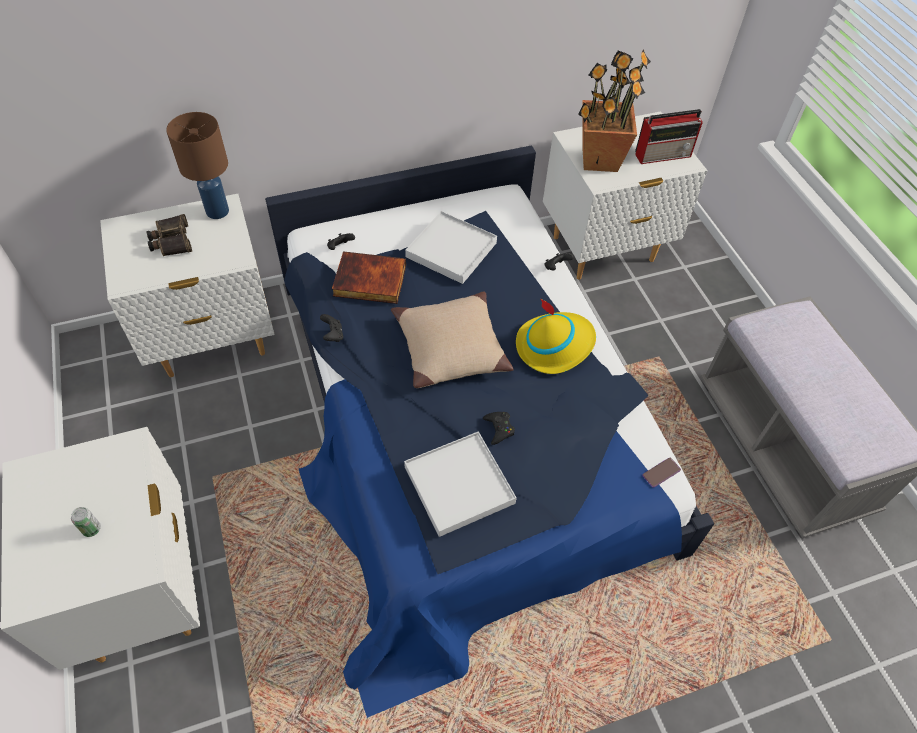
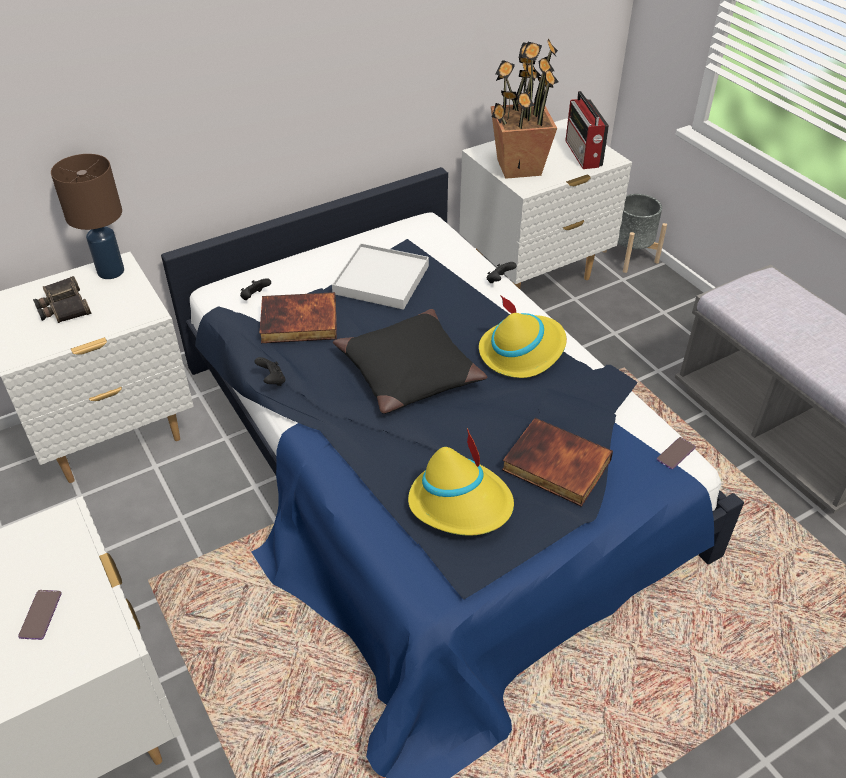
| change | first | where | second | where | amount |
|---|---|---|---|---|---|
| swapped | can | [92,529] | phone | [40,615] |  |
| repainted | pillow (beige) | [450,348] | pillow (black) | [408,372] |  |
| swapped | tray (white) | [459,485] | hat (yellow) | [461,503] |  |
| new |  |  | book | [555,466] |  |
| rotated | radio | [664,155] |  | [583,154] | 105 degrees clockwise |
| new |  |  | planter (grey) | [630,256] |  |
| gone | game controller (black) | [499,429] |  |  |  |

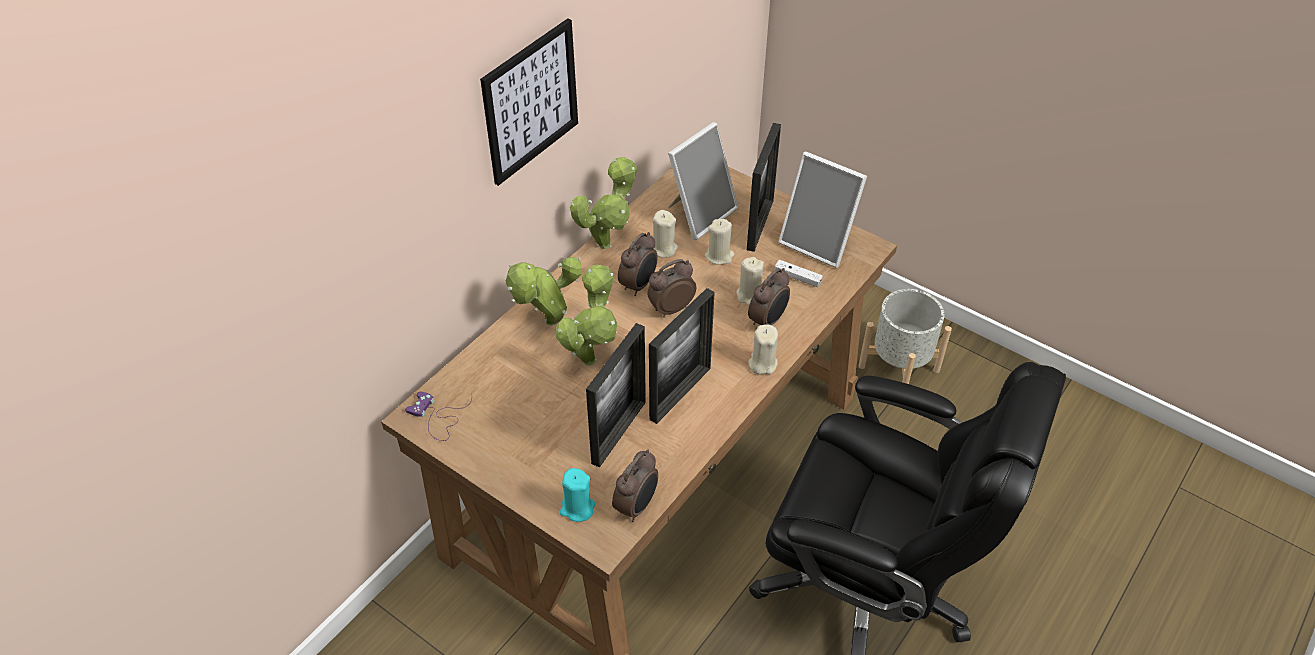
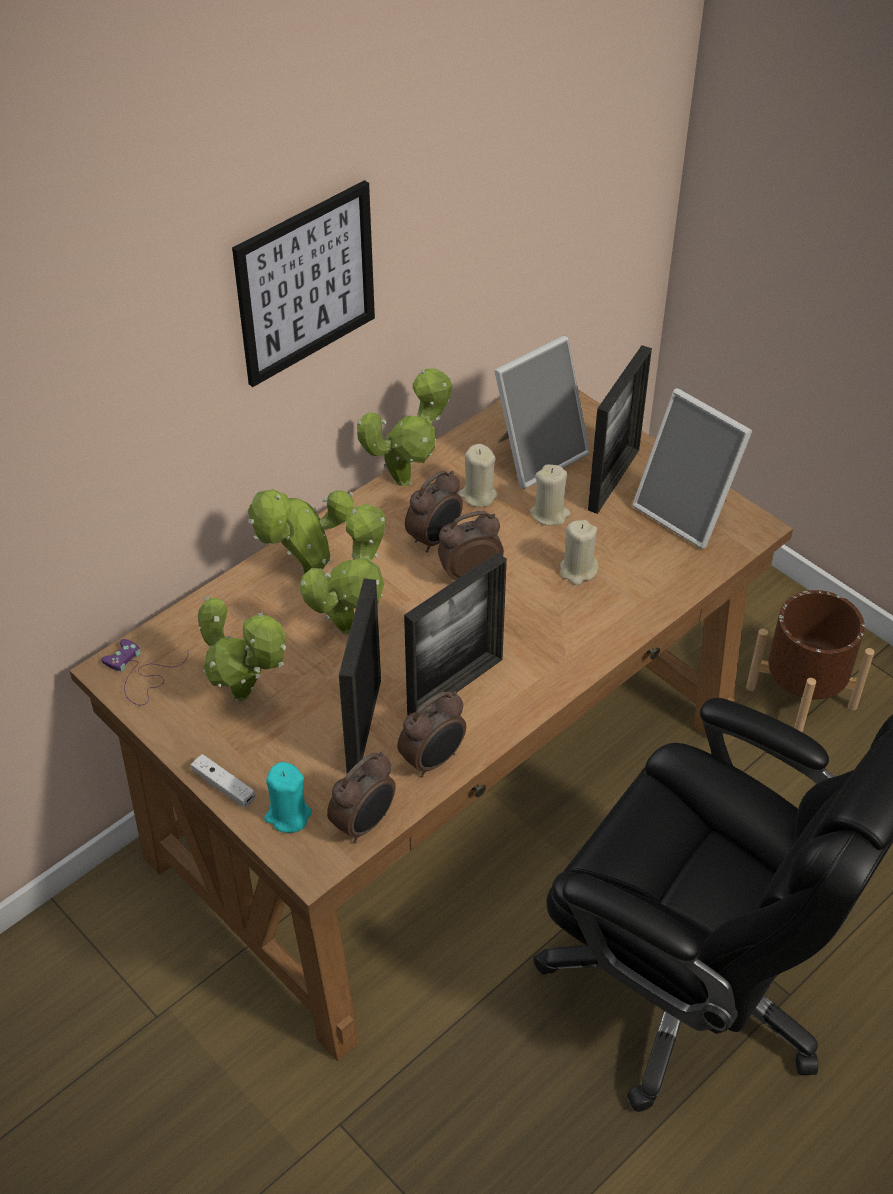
| change | first | where | second | where | amount |
|---|---|---|---|---|---|
| shifted | game controller (white) | [797,277] |  | [223,786] |  |
| new |  |  | potted plant | [246,697] |  |
| rotated | picture frame | [619,432] |  | [364,726] | 150 degrees clockwise |
| shifted | alarm clock | [768,321] |  | [434,760] |  |
| repainted | planter (grey) | [898,368] | planter (brown) | [800,696] |  |
| gone | candle (beige) | [762,363] |  |  |  |

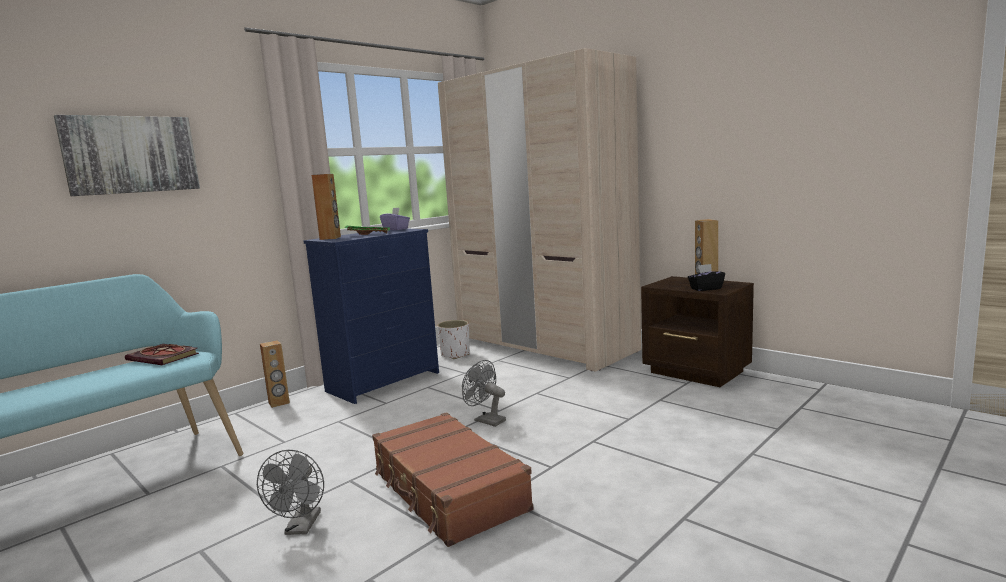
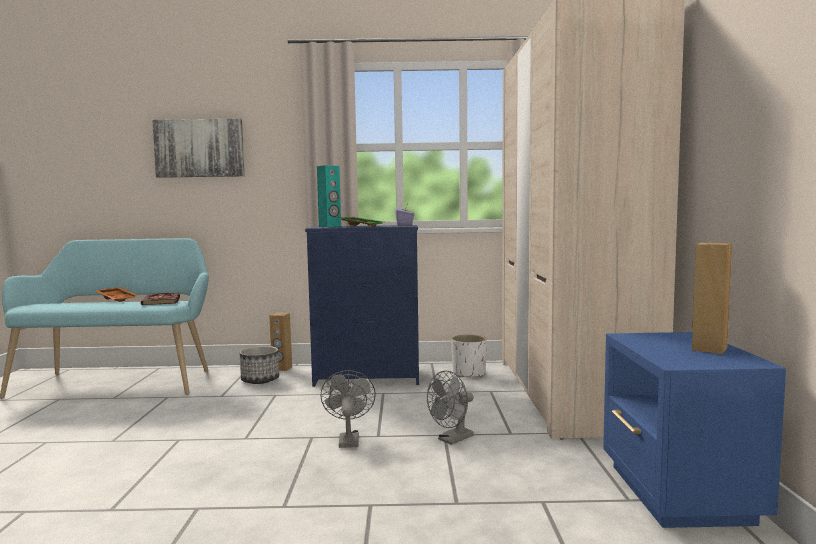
| change | first | where | second | where | amount |
|---|---|---|---|---|---|
| new |  |  | tray (orange) | [118,299] |  |
| new |  |  | planter | [260,380] |  |
| repainted | speaker (brown) | [330,238] | speaker (turquoise) | [330,226] |  |
| shifted | fan (grey) | [301,527] |  | [452,440] |  |
| repainted | nightstand (brown) | [697,372] | nightstand (blue) | [677,494] |  |
| gone | suitcase (brown) | [448,491] |  |  |  |
| gone | tissue box (black) | [705,288] |  |  |  |

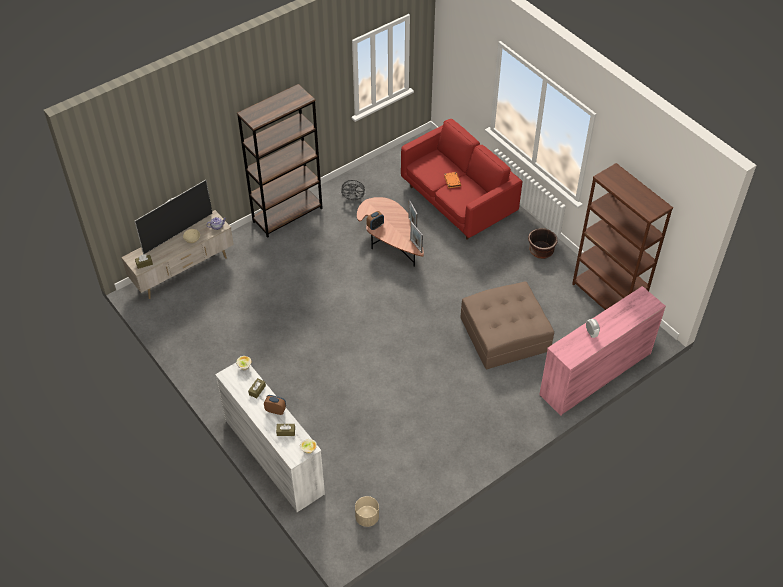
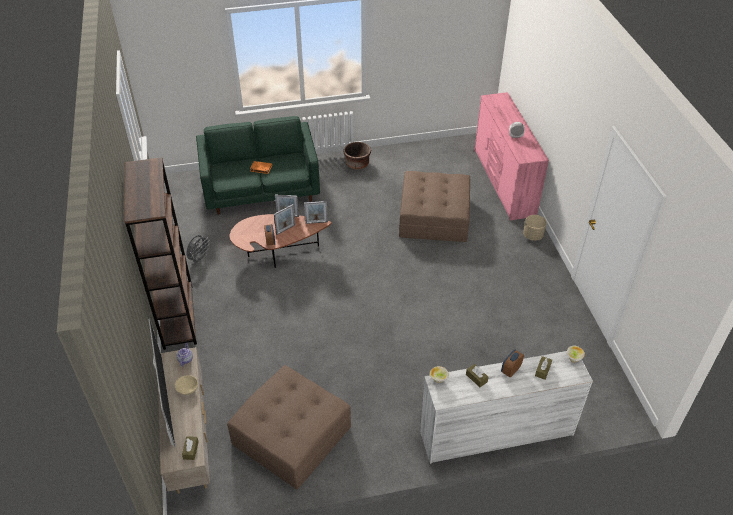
| change | first | where | second | where | amount |
|---|---|---|---|---|---|
| repainted | sofa (red) | [457,201] | sofa (green) | [261,191] |  |
| new |  |  | ottoman (brown) | [292,435] |  |
| new |  |  | picture frame | [285,229] |  |
| shifted | planter (beige) | [367,518] |  | [533,236] |  |
| gone | bookcase (brown) | [607,299] |  |  |  |

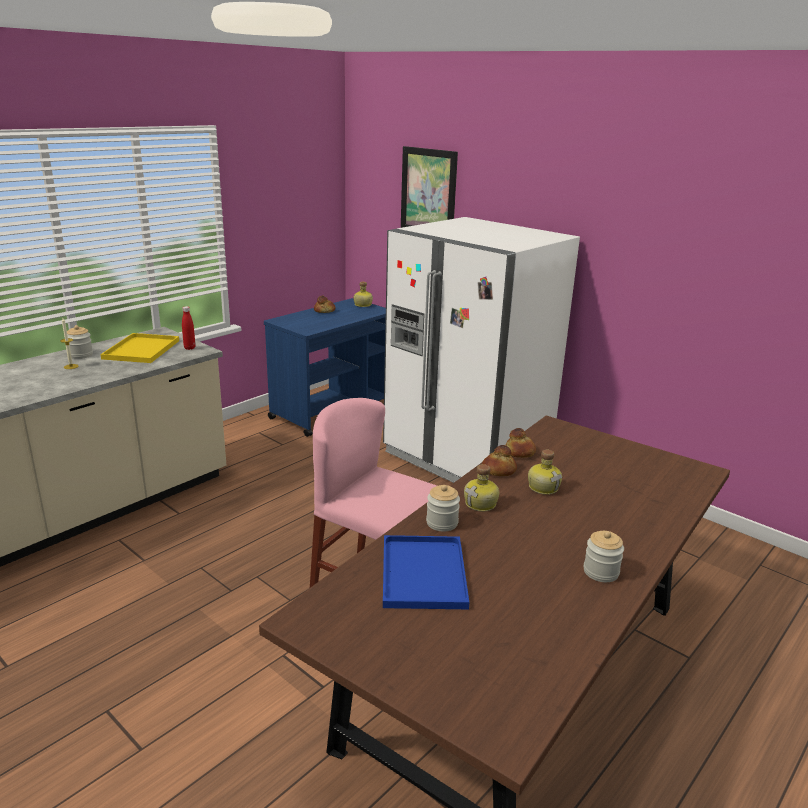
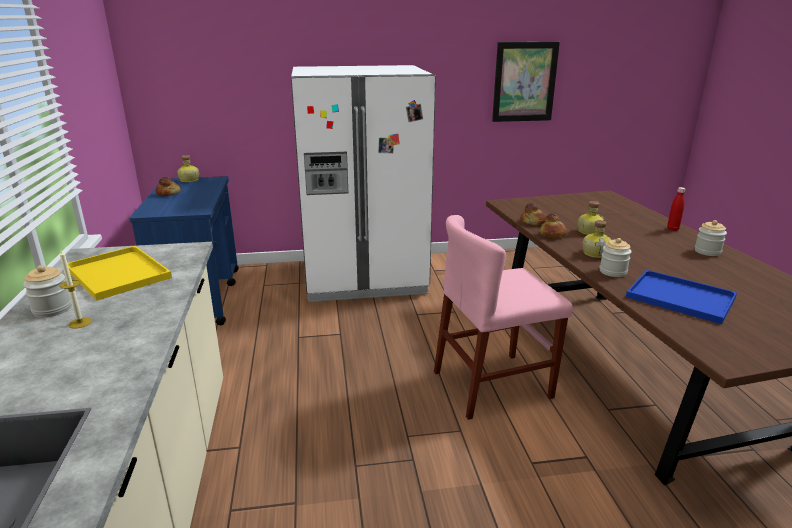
| change | first | where | second | where | amount |
|---|---|---|---|---|---|
| shifted | picture | [428,192] |  | [524,82] |  |
| shifted | bottle (red) | [189,348] |  | [672,229] |  |

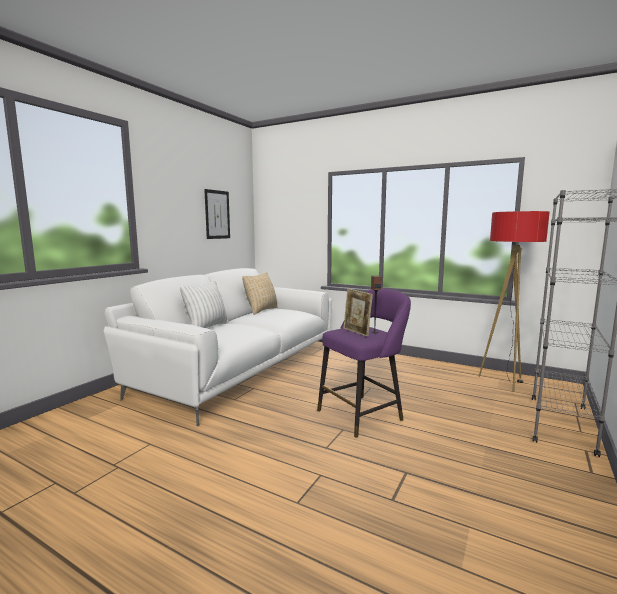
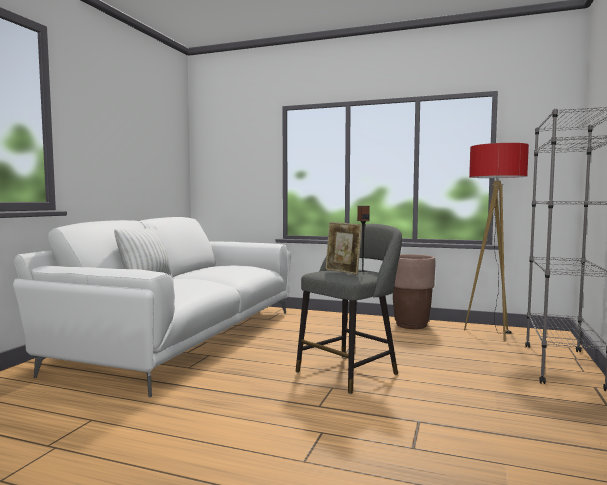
| change | first | where | second | where | amount |
|---|---|---|---|---|---|
| repainted | stool (purple) | [363,414] | stool (grey) | [350,371] |  |
| new |  |  | planter (brown) | [411,325] |  |
| gone | picture | [217,214] |  |  |  |
| gone | pillow (beige) | [261,310] |  |  |  |

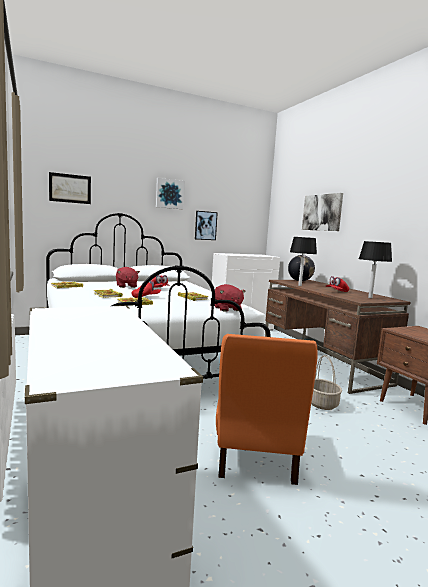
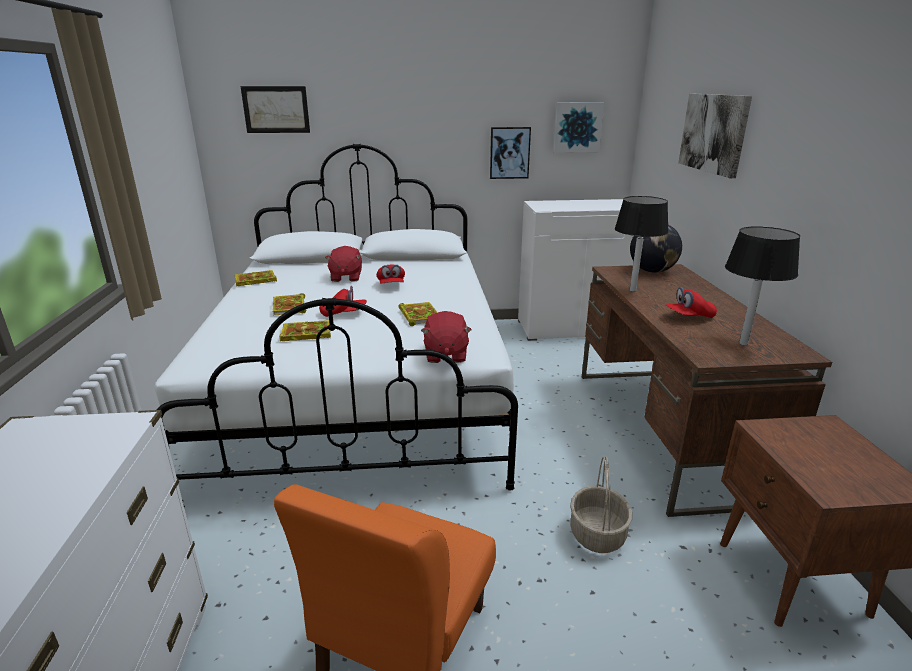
| change | first | where | second | where | amount |
|---|---|---|---|---|---|
| shifted | picture | [169,194] |  | [577,127] |  |

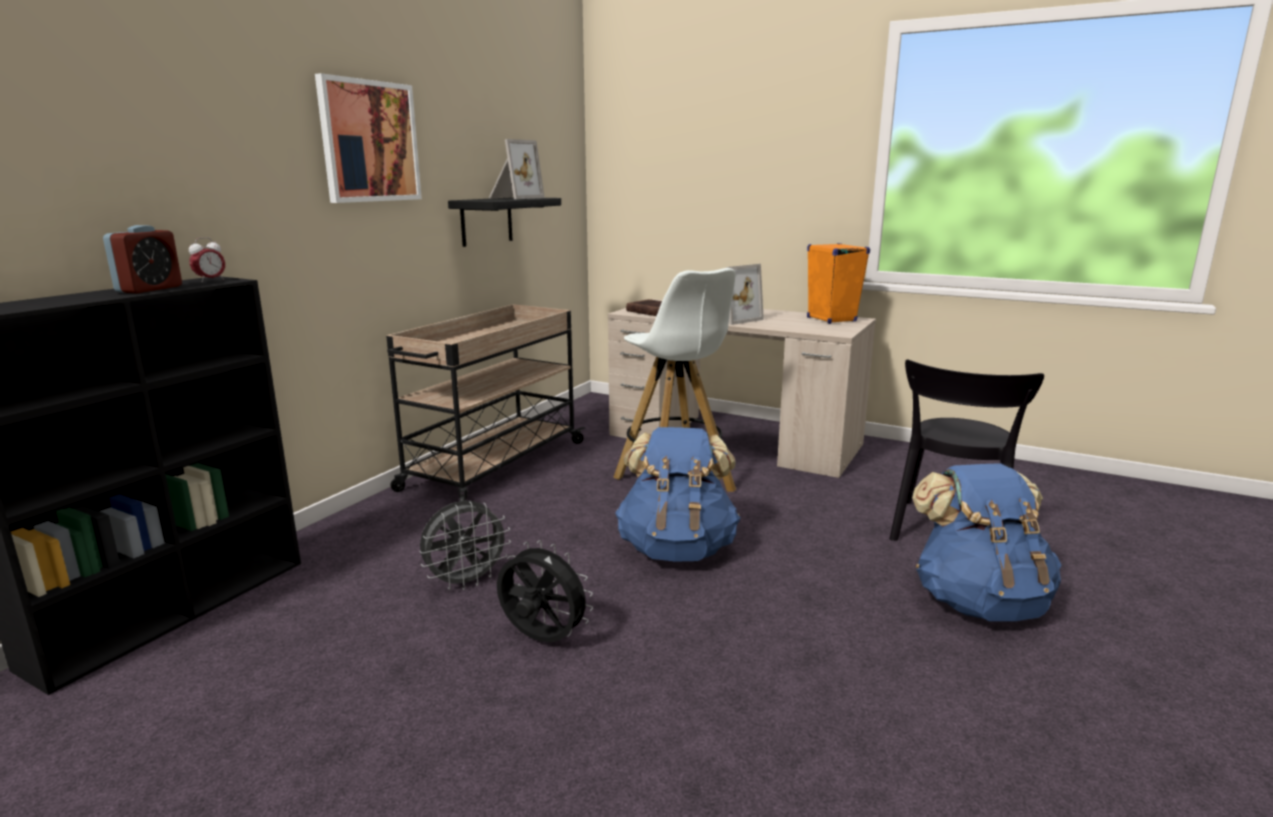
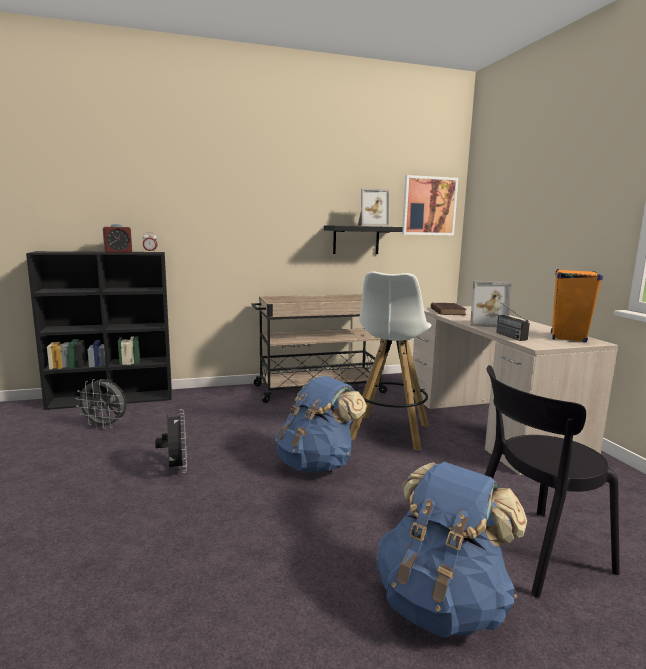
| change | first | where | second | where | amount |
|---|---|---|---|---|---|
| shifted | fan (grey) | [466,582] |  | [105,426] |  |
| shifted | picture | [369,141] |  | [429,206] |  |
| new |  |  | radio | [504,334] |  |

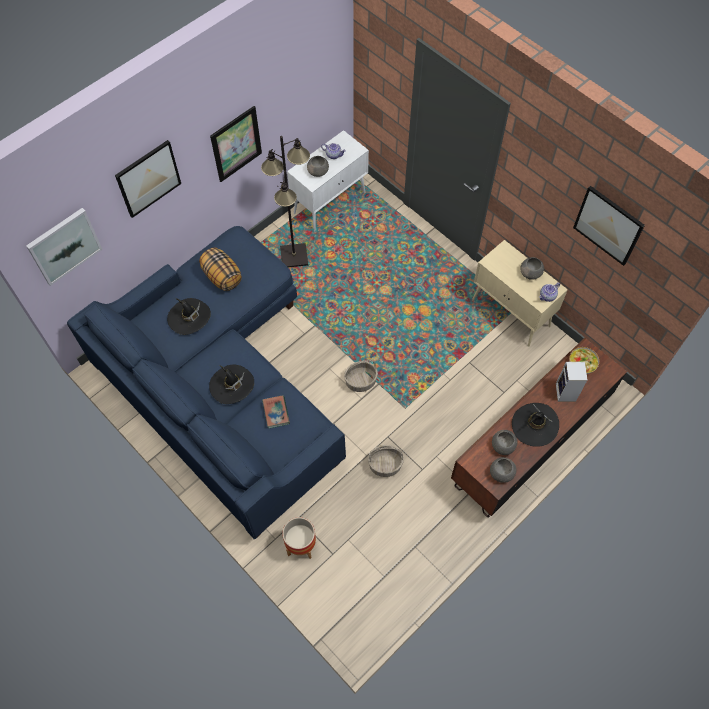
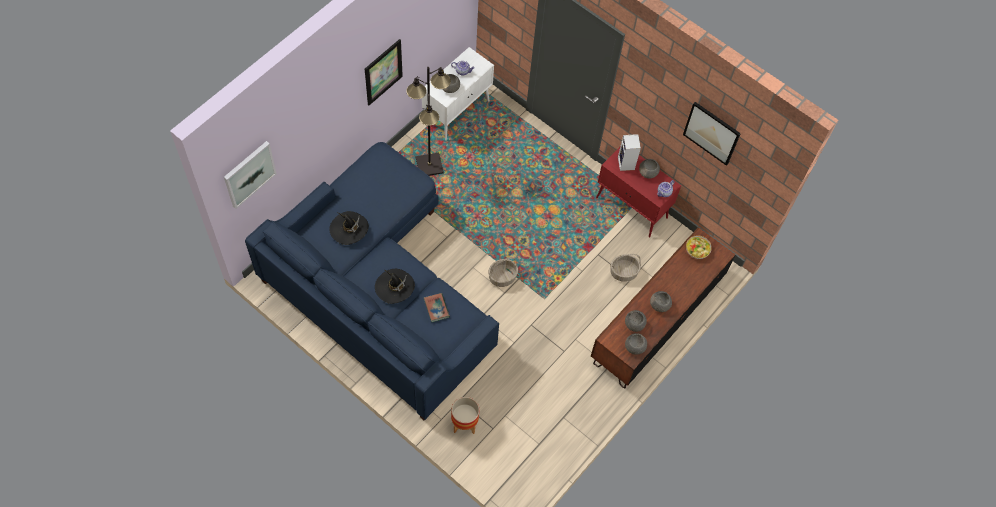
| change | first | where | second | where | amount |
|---|---|---|---|---|---|
| repainted | cabinet (beige) | [511,313] | cabinet (red) | [632,208] |  |
| shifted | basket | [384,465] |  | [623,272] |  |
| shifted | speaker | [566,393] |  | [626,164] |  |
| swapped | hat (black) | [534,425] | bowl (grey) | [660,305] |  |
| gone | picture | [148,178] |  |  |  |
| gone | pillow | [222,277] |  |  |  |

